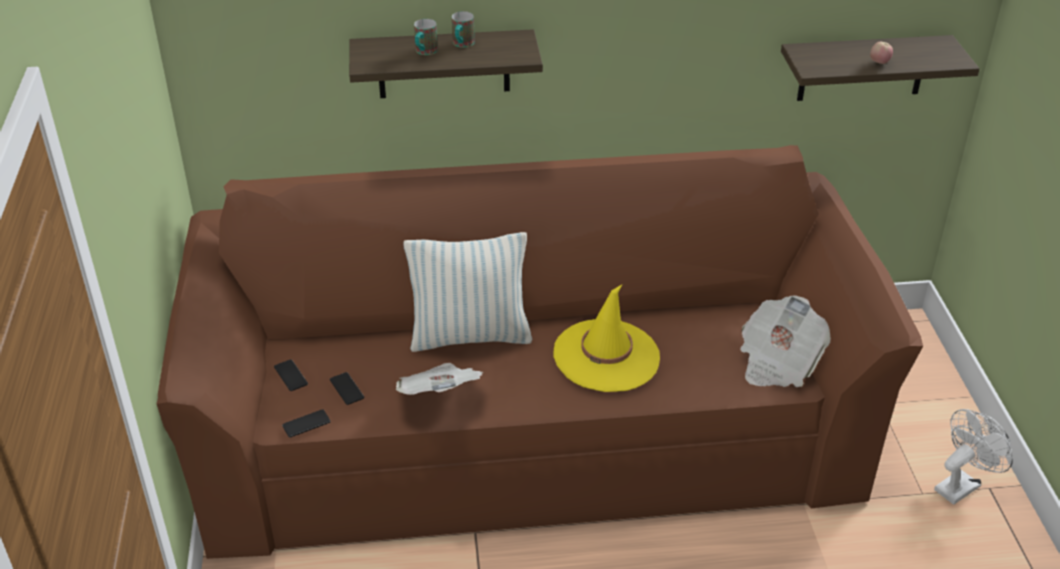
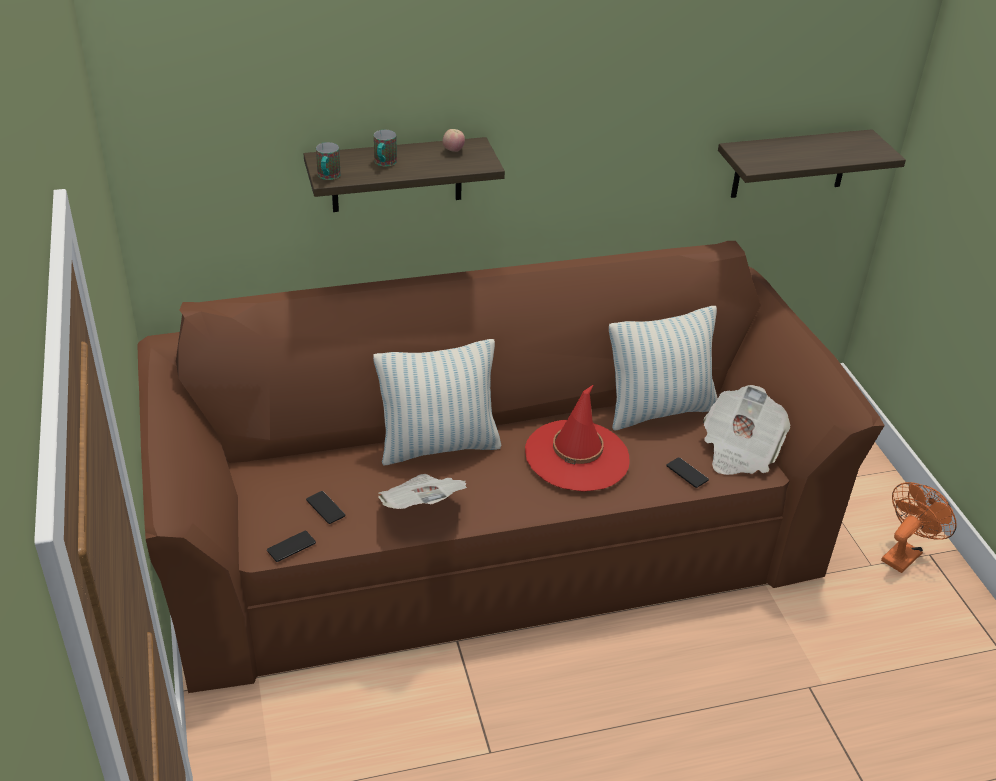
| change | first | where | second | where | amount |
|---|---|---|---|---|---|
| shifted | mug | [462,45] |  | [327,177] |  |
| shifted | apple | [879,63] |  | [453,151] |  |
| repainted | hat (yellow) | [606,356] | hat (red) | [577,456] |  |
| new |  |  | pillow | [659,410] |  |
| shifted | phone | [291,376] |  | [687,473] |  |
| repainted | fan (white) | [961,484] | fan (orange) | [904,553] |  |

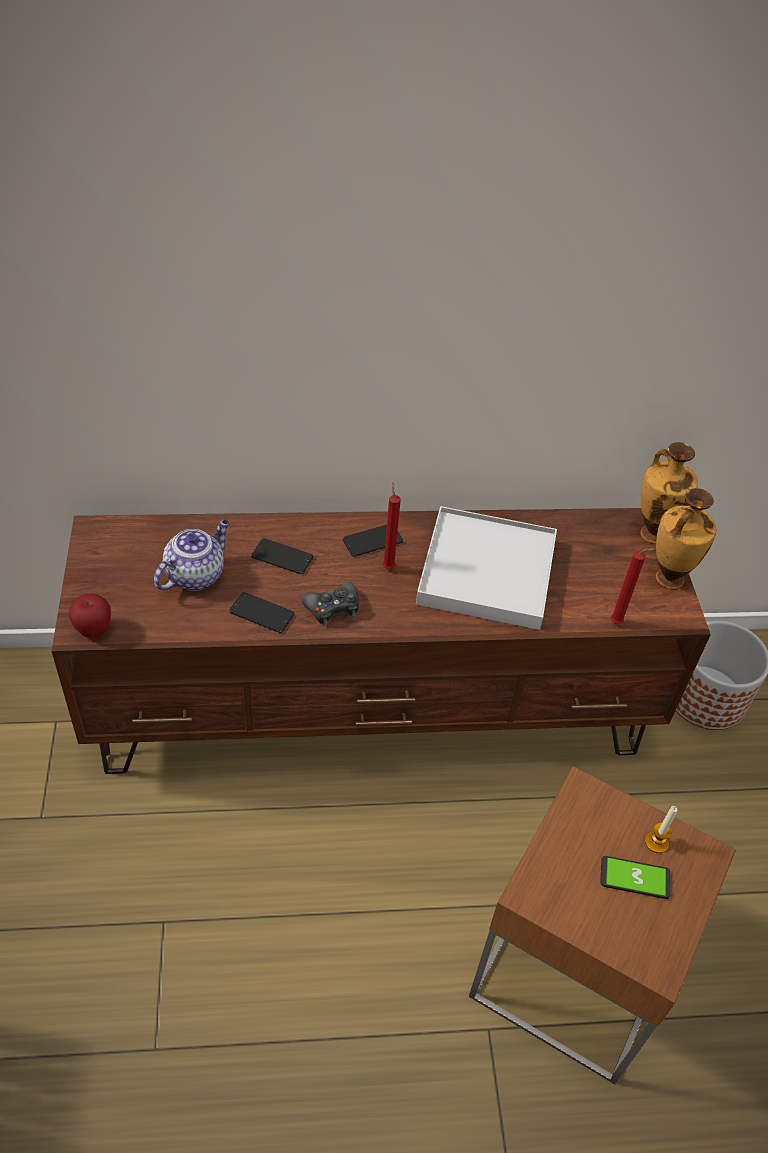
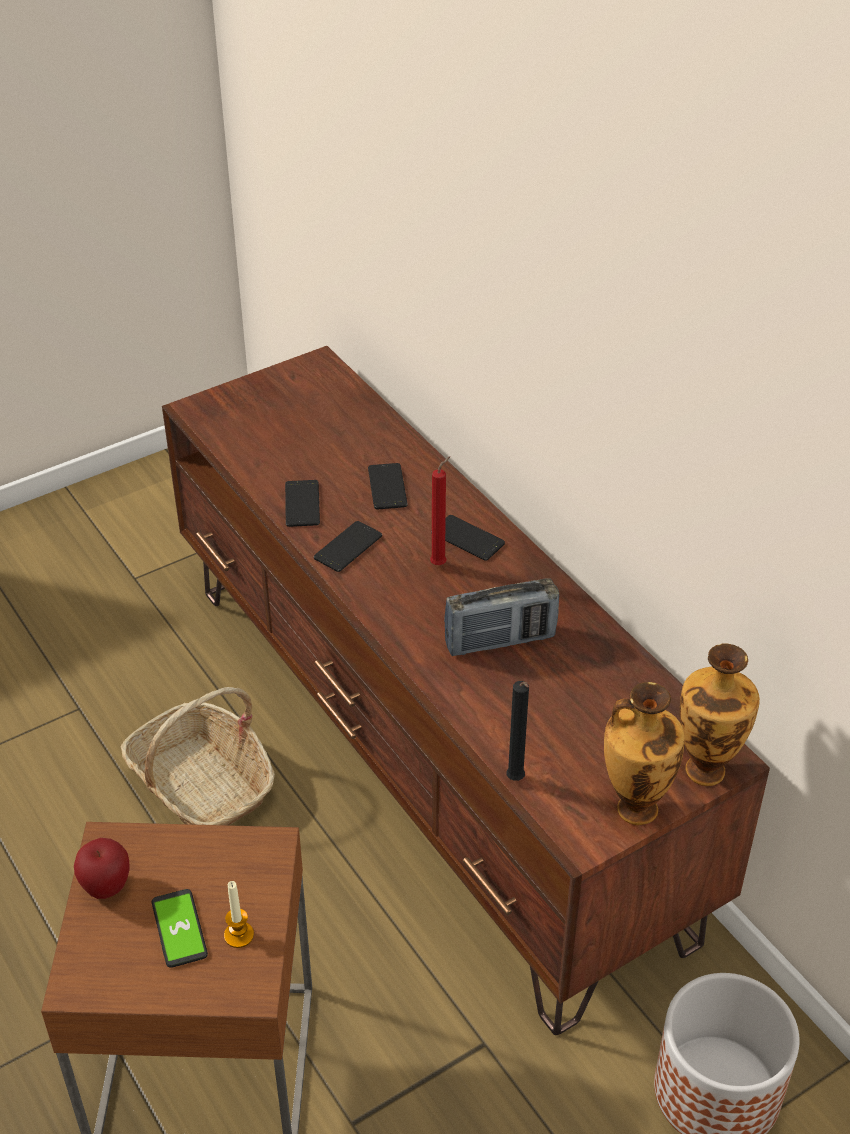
| change | first | where | second | where | amount |
|---|---|---|---|---|---|
| shifted | apple | [94,630] |  | [106,887] |  |
| new |  |  | basket | [202,785] |  |
| swapped | game controller (black) | [332,608] | phone | [348,547] |  |
| swapped | tray (white) | [486,571] | radio | [500,641] |  |
| repainted | candle (red) | [618,623] | candle (black) | [516,781] |  |
| gone | teapot | [195,574] |  |  |  |

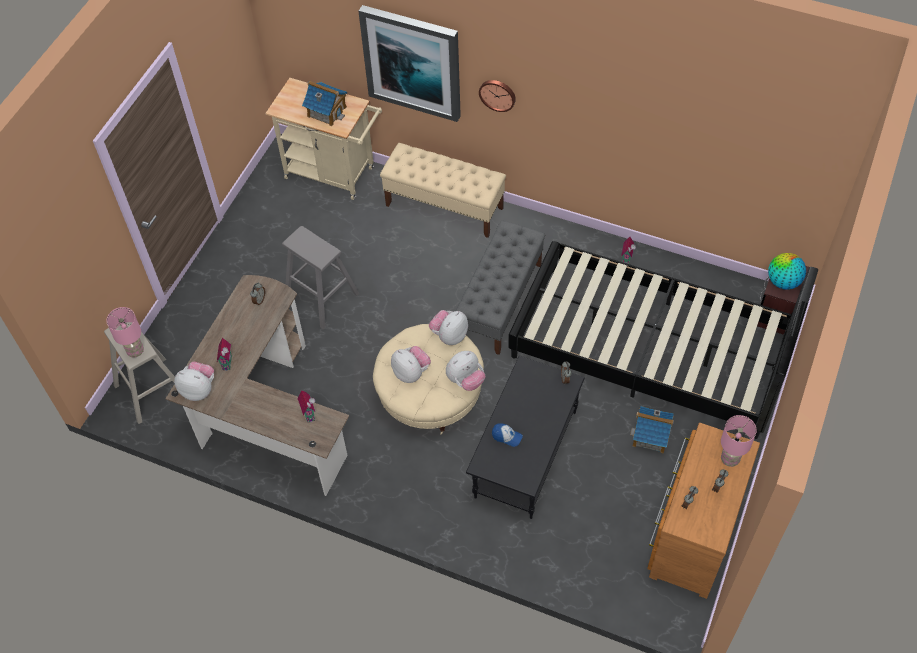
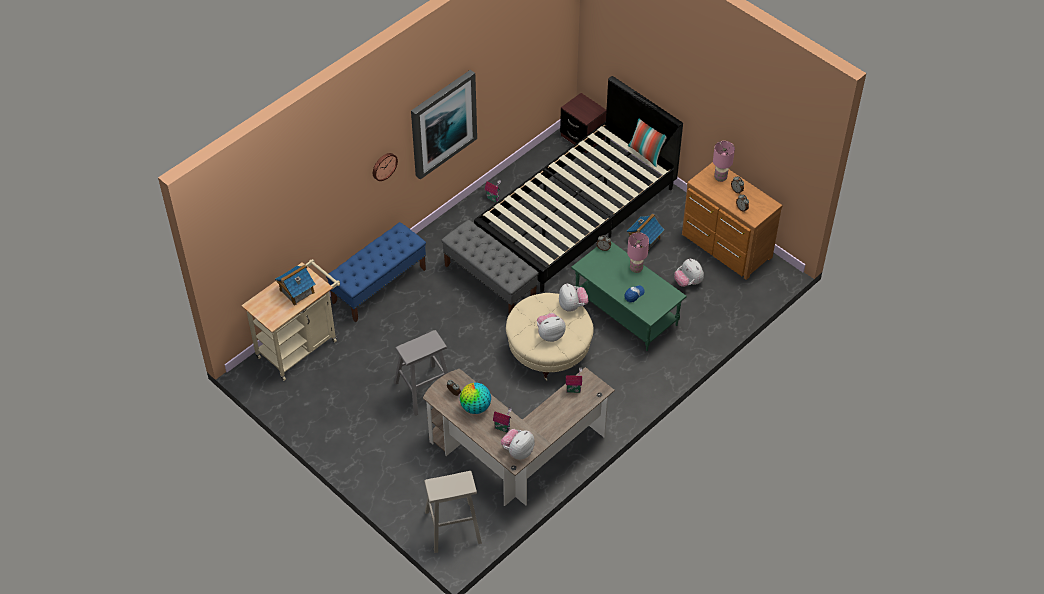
| change | first | where | second | where | amount |
|---|---|---|---|---|---|
| repainted | bench (beige) | [445,207] | bench (blue) | [379,285] |  |
| shifted | picture | [412,62] |  | [442,123] |  |
| shifted | globe | [783,282] |  | [475,407] |  |
| repainted | coffee table (black) | [525,453] | coffee table (green) | [625,311] |  |
| shifted | table lamp (pink) | [135,351] |  | [636,268] |  |
| new |  |  | pillow | [646,153] |  |
| shifted | plush toy | [449,335] |  | [688,282] |  |

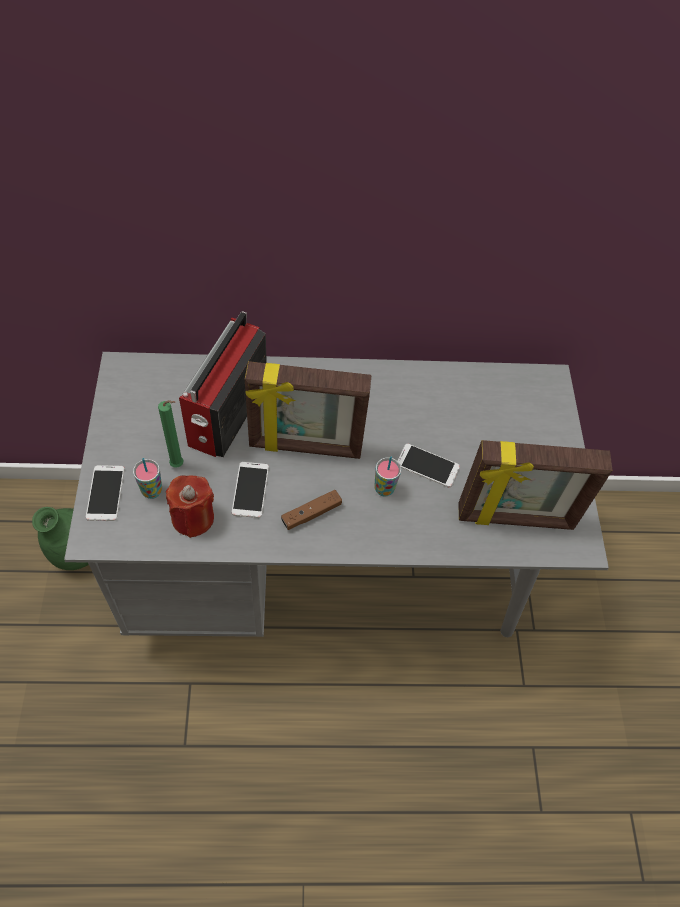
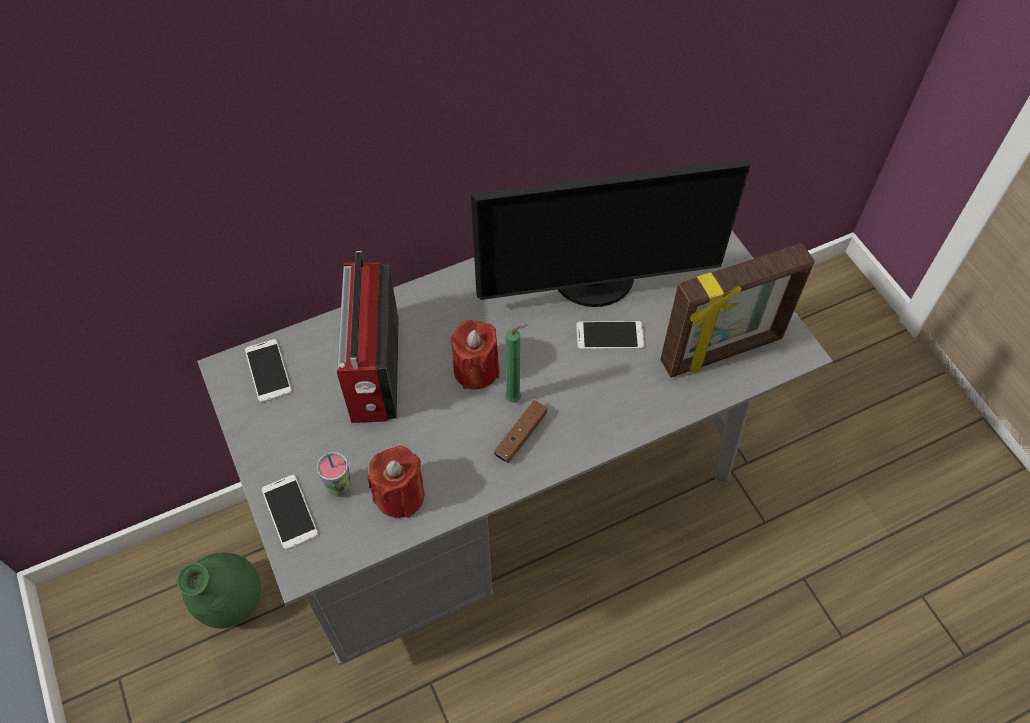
| change | first | where | second | where | amount |
|---|---|---|---|---|---|
| shifted | phone | [250,490] |  | [268,371] |  |
| swapped | picture frame | [305,447] | candle (red) | [476,370] |  |
| new |  |  | monitor | [595,281] |  |
| shifted | candle (green) | [179,465] |  | [515,399] |  |
| gone | cup | [384,489] |  |  |  |

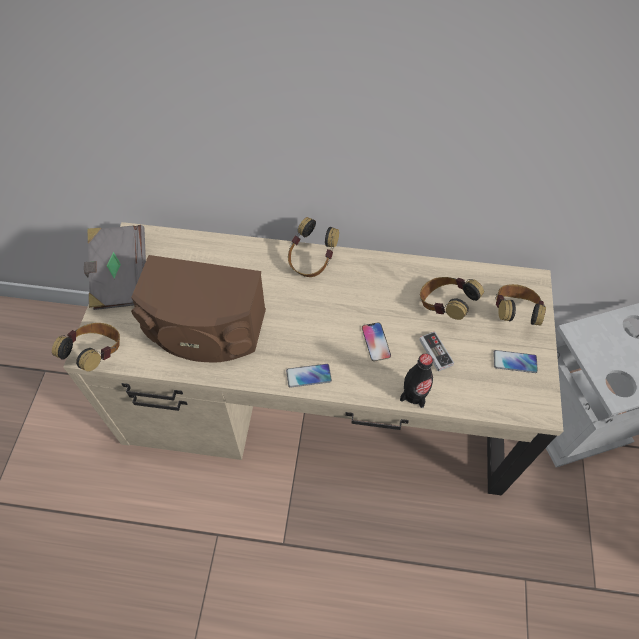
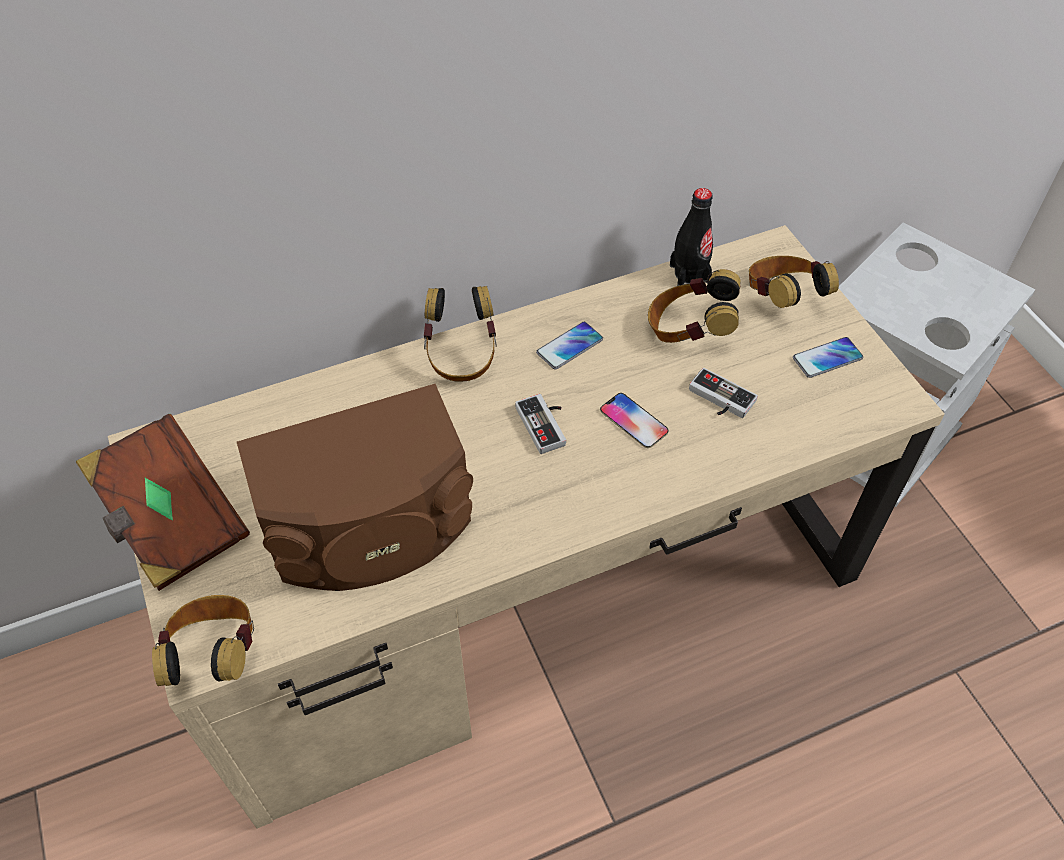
| change | first | where | second | where | amount |
|---|---|---|---|---|---|
| repainted | book (grey) | [120,278] | book (brown) | [170,520] |  |
| new |  |  | game controller | [546,424] |  |
| shifted | phone | [308,376] |  | [570,346] |  |
| shifted | bottle (black) | [414,394] |  | [689,273] |  |

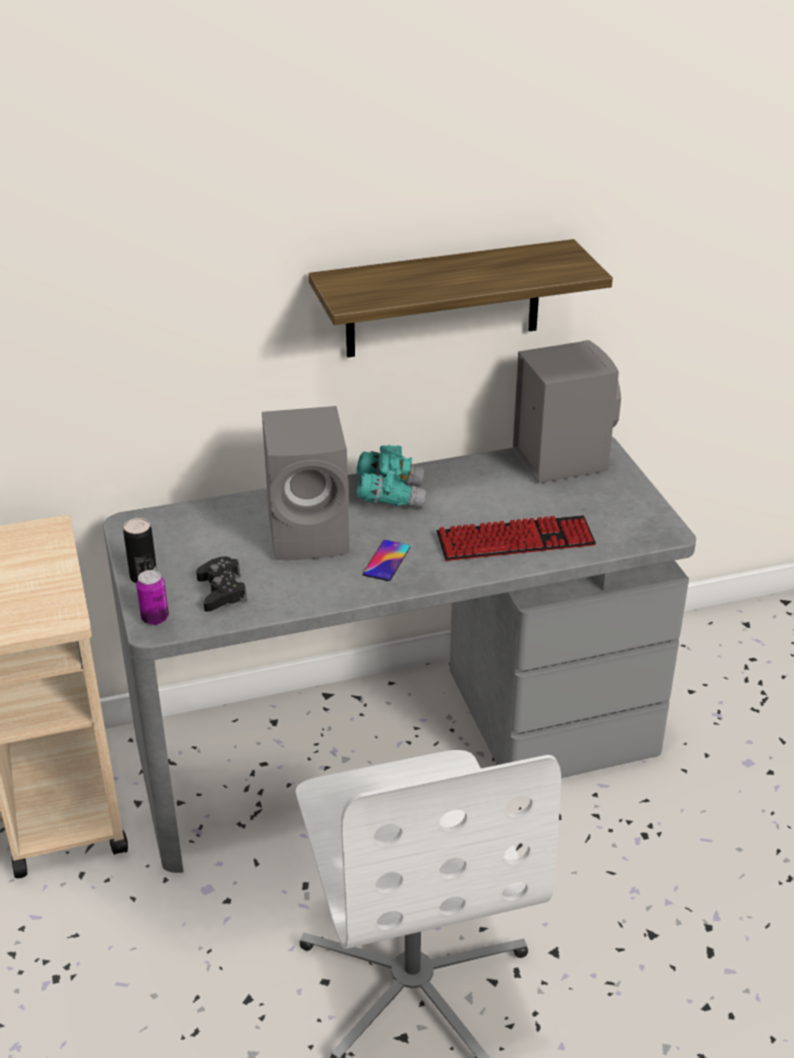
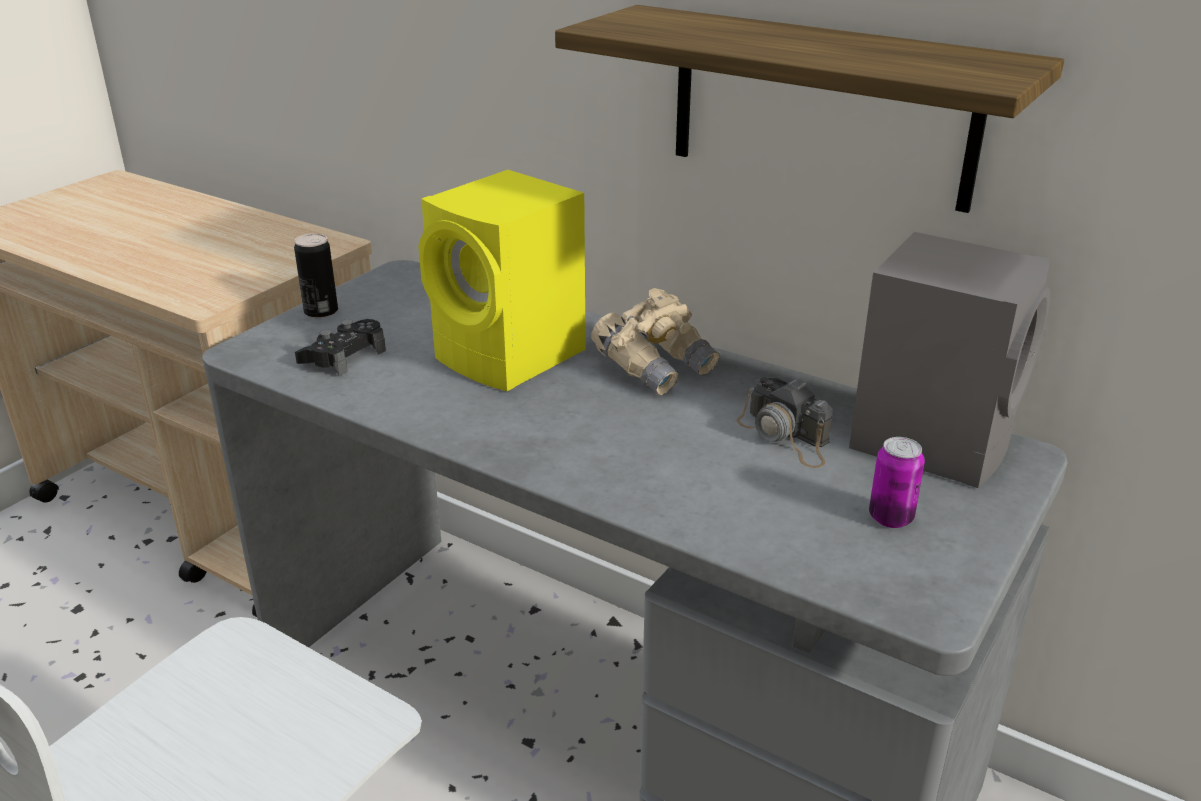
| change | first | where | second | where | amount |
|---|---|---|---|---|---|
| repainted | speaker (grey) | [312,534] | speaker (yellow) | [512,357] |  |
| repainted | binoculars (turquoise) | [390,495] | binoculars (beige) | [655,368] |  |
| new |  |  | photo camera | [786,437] |  |
| shifted | can | [155,618] |  | [890,518] |  |
| gone | phone | [386,561] |  |  |  |
| gone | keyboard | [515,541] |  |  |  |

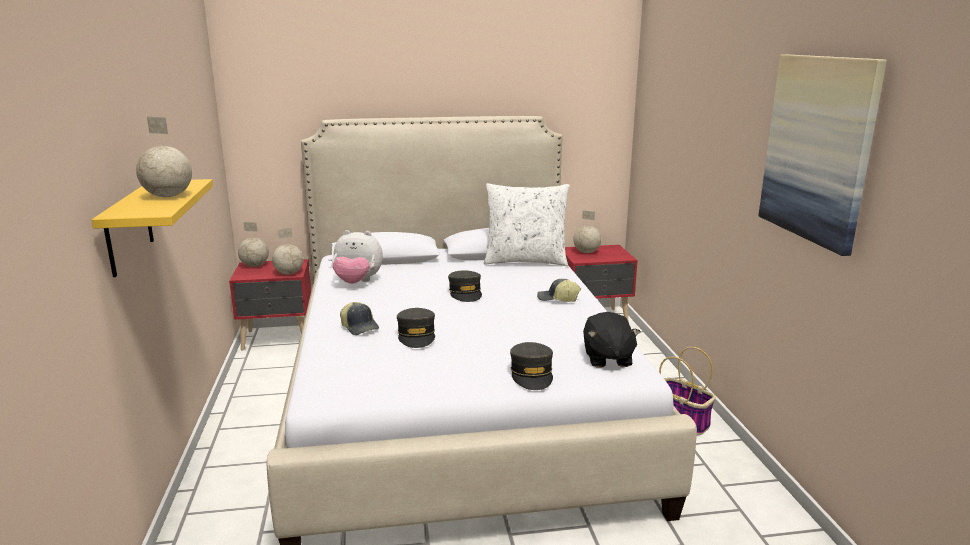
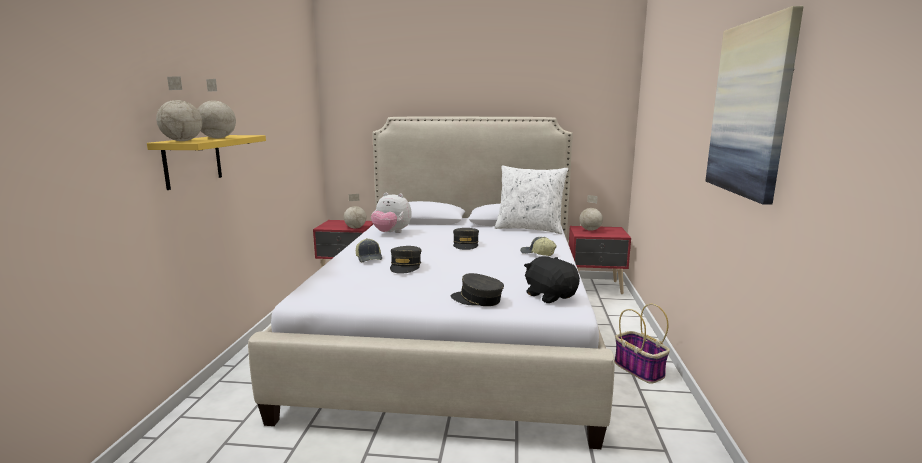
| change | first | where | second | where | amount |
|---|---|---|---|---|---|
| shifted | globe | [254,266] |  | [182,141] |  |
| rotated | cap (grey) | [532,374] |  | [477,299] | 105 degrees clockwise |
| rotated | plush toy (black) | [607,358] |  | [550,295] | 135 degrees clockwise |

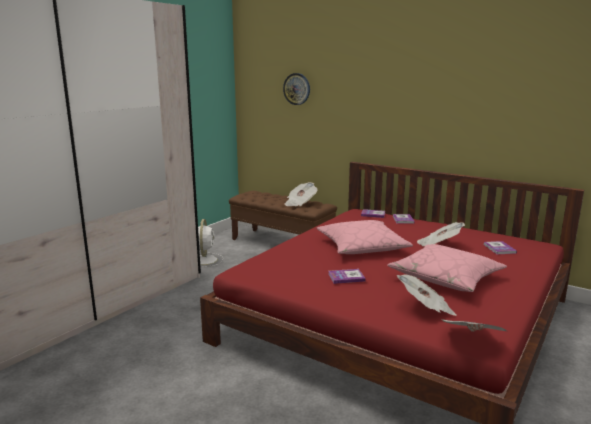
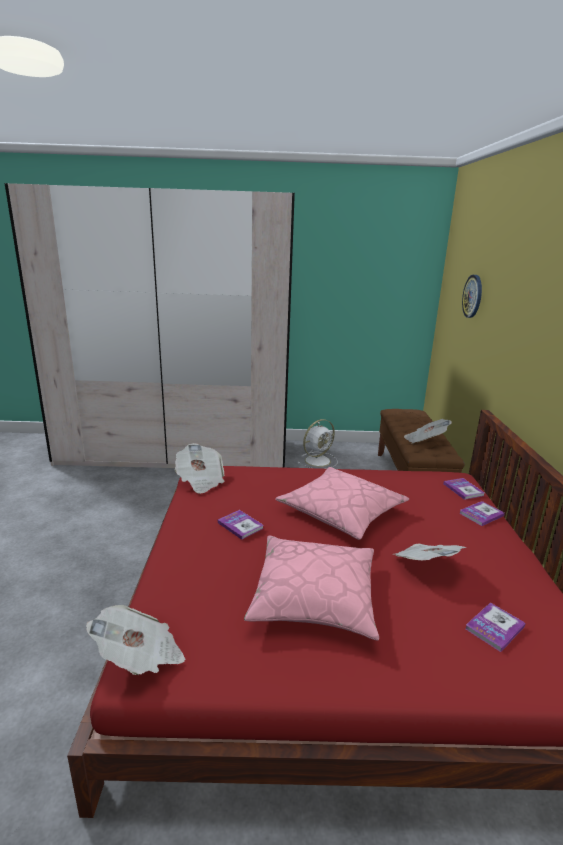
| change | first | where | second | where | amount |
|---|---|---|---|---|---|
| shifted | newspaper | [425,309] |  | [200,480] |  |

